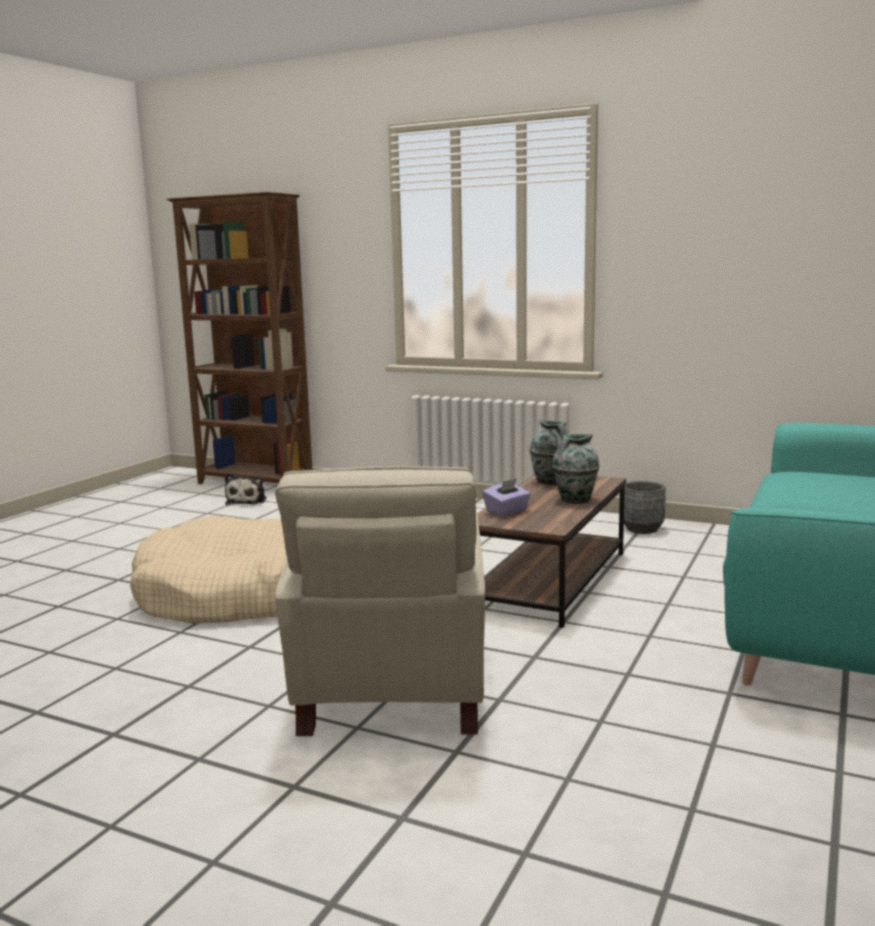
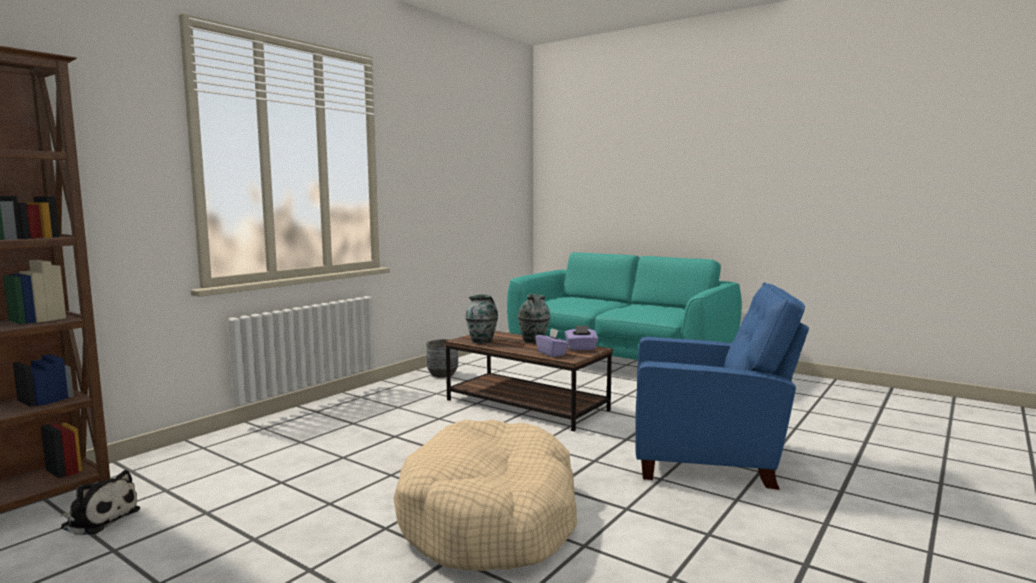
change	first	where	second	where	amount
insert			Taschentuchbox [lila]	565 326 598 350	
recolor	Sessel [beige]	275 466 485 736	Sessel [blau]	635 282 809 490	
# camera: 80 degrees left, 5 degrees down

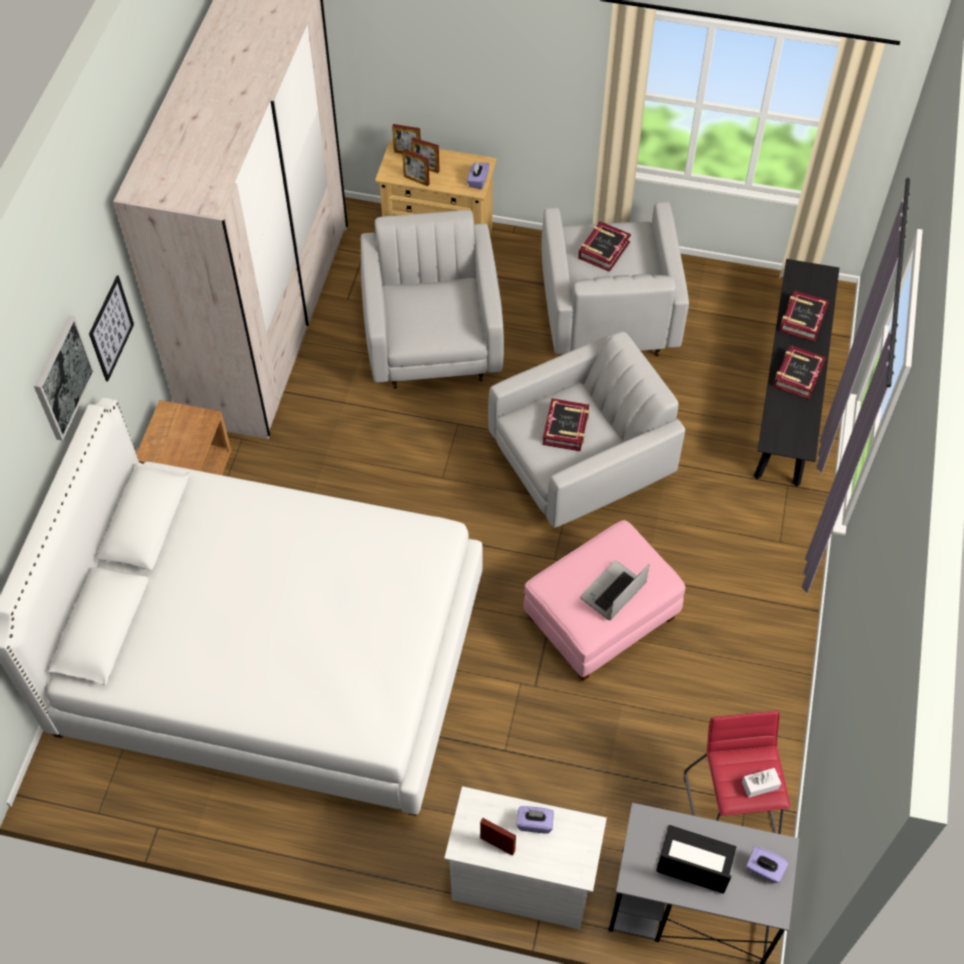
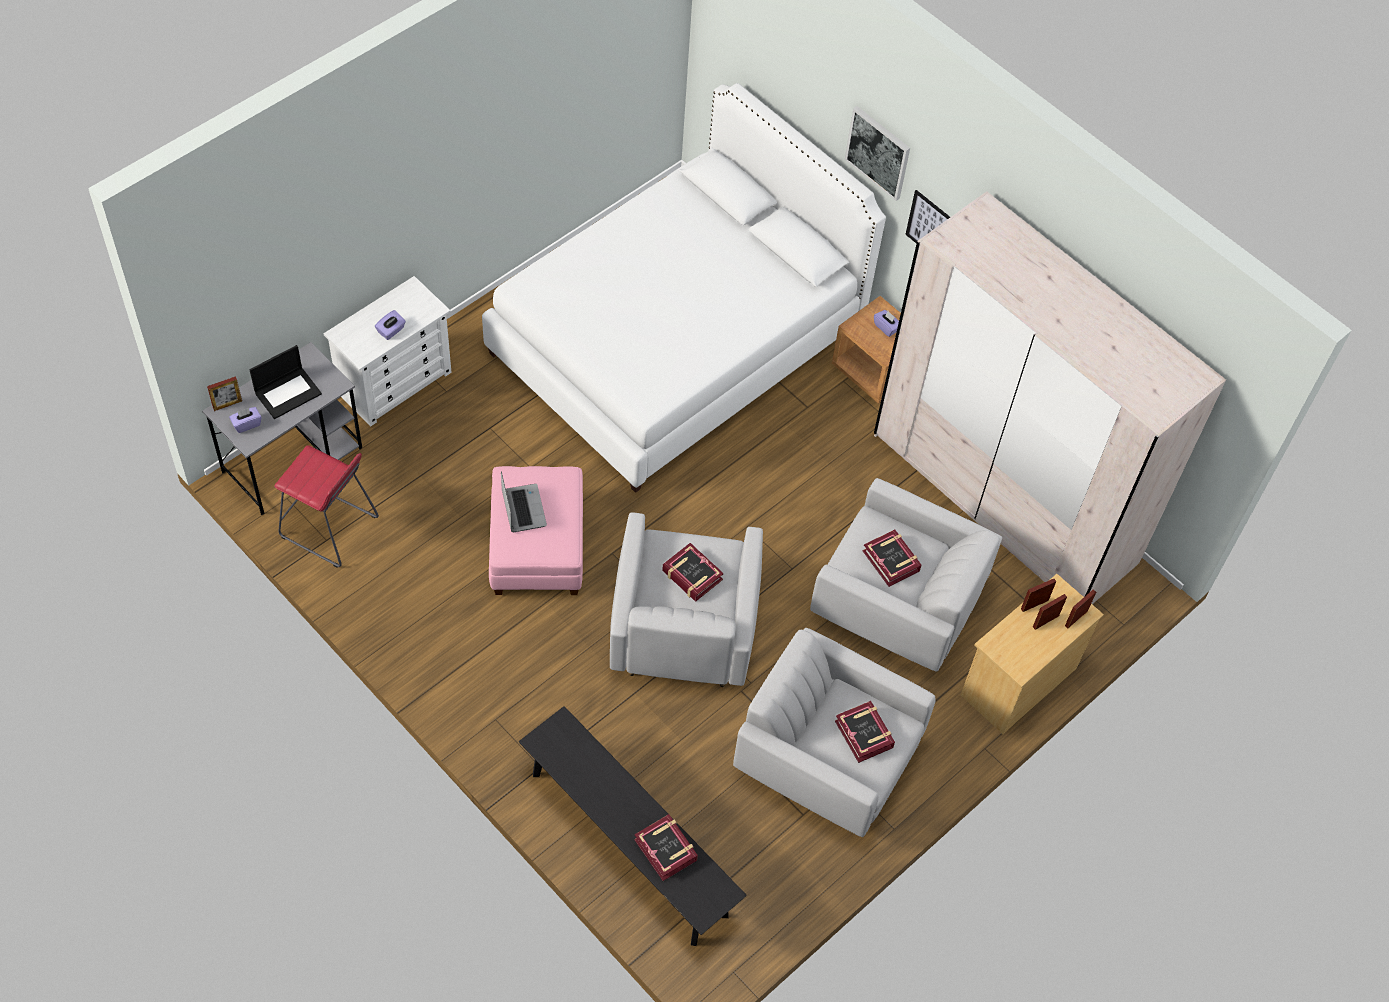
change	first	where	second	where	amount
move	Bilderrahmen	480 818 516 856		207 376 242 411	
move	Buch	773 345 826 399		863 530 922 587	
move	Taschentuchbox [lila]	467 162 489 189		874 310 899 337	
delete	Taschentuchbox [weiß]	742 768 781 798			
# camera: 120 degrees right, 0 degrees up

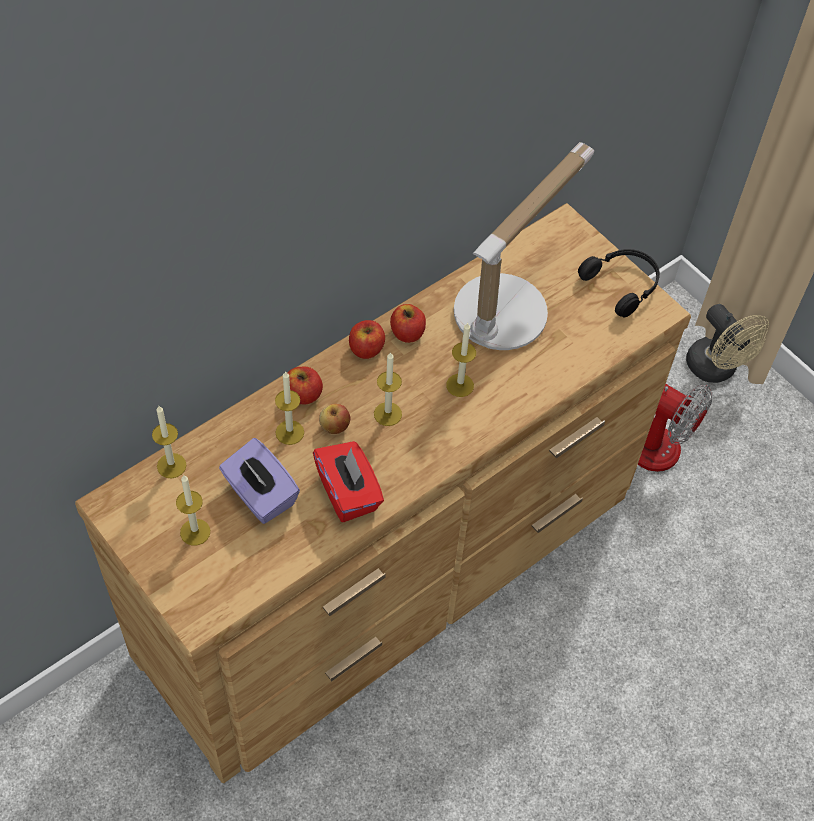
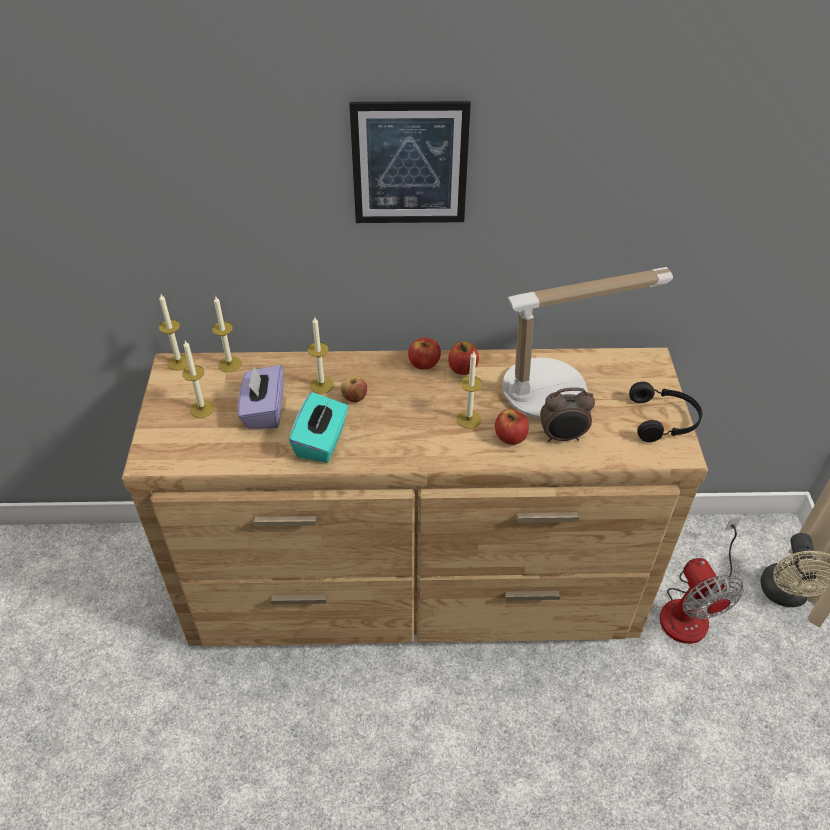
change	first	where	second	where	amount
move	Kerze	374 352 402 426		159 294 189 370	
recolor	Taschentuchbox [rot]	313 441 384 522	Taschentuchbox [türkis]	289 392 348 463	
insert			Bild	349 101 471 223	
move	Apfel	288 367 323 405		495 409 529 445	
insert			Wecker	540 387 595 442	
# camera: 40 degrees right, 10 degrees down

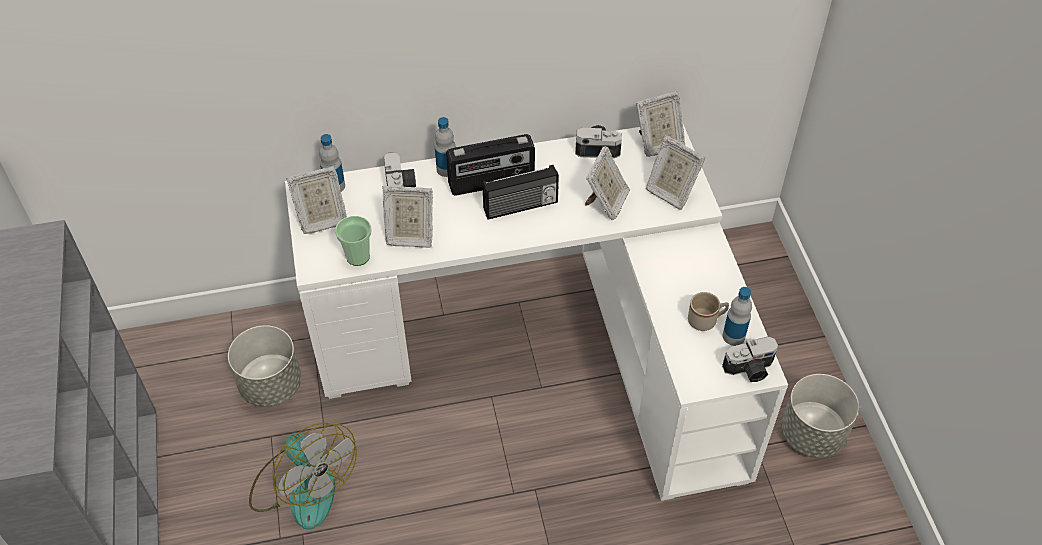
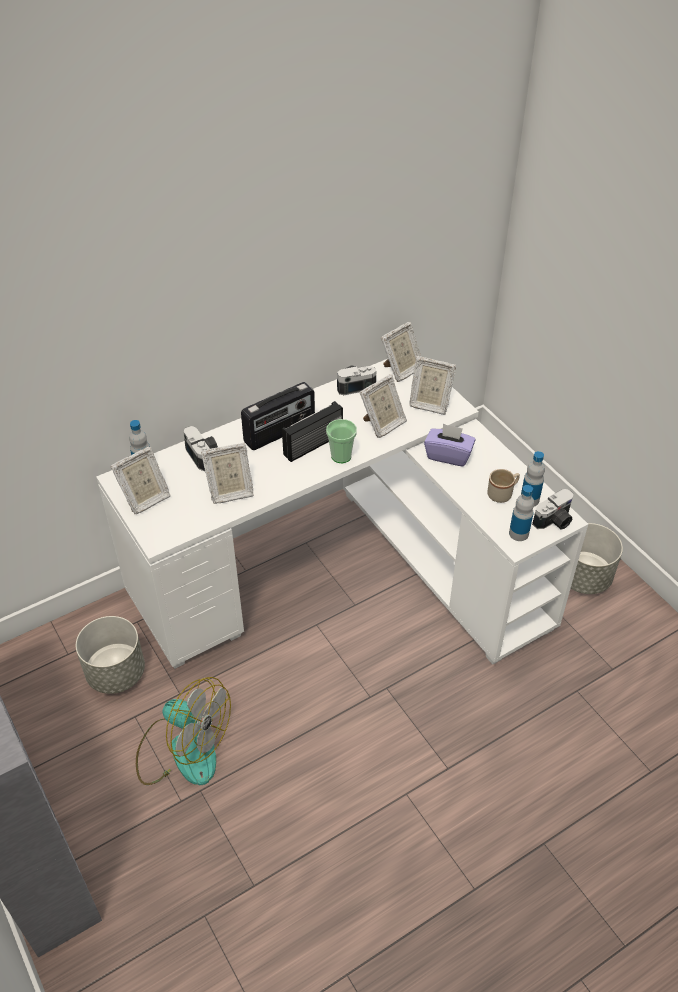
change	first	where	second	where	amount
move	Tasse	335 216 372 266		326 419 357 463	
rotate	Bilderrahmen	585 146 630 220		360 374 407 438	45 degrees clockwise
insert			Taschentuchbox [lila]	424 423 476 466	
move	Flasche	435 117 456 177		509 485 534 541	
# camera: 20 degrees left, 5 degrees down

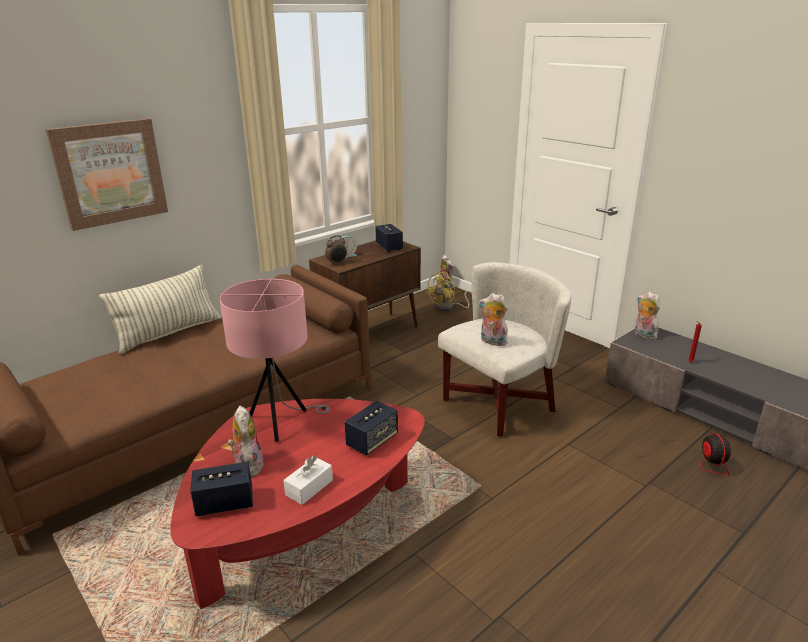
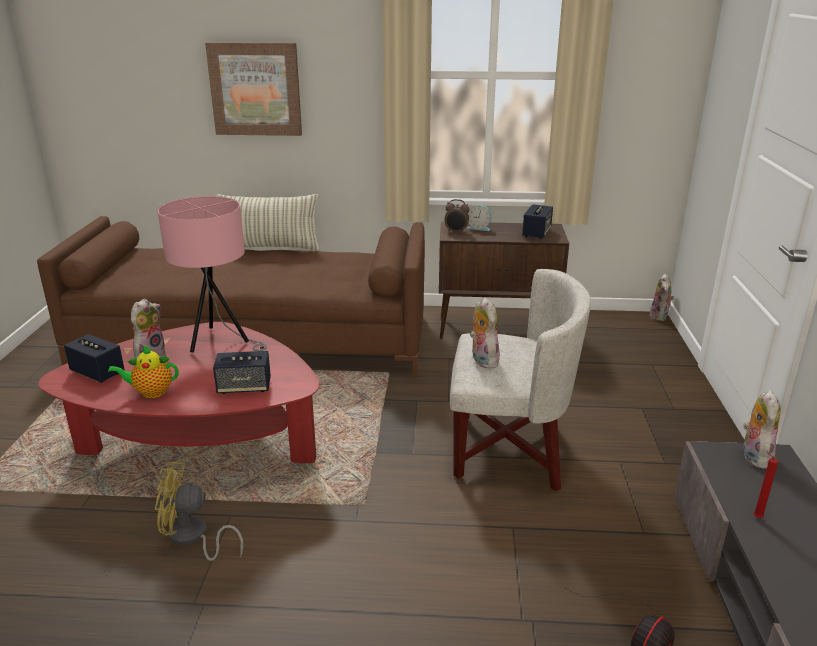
change	first	where	second	where	amount
replace	Taschentuchbox [weiß]	283 455 333 505	Teekanne	108 345 179 398	
move	Ventilator [gelb]	426 272 472 311		155 462 243 561	
# camera: 45 degrees right, 0 degrees up

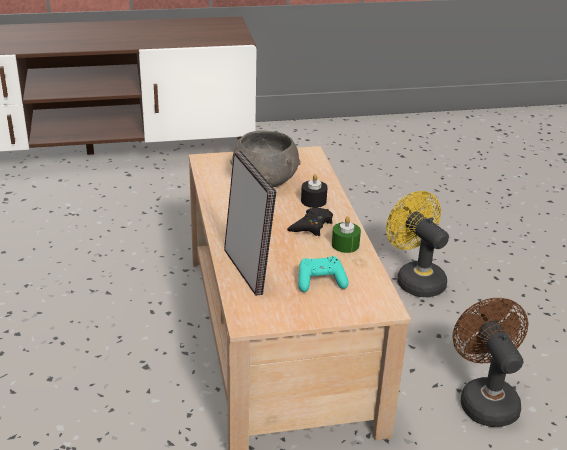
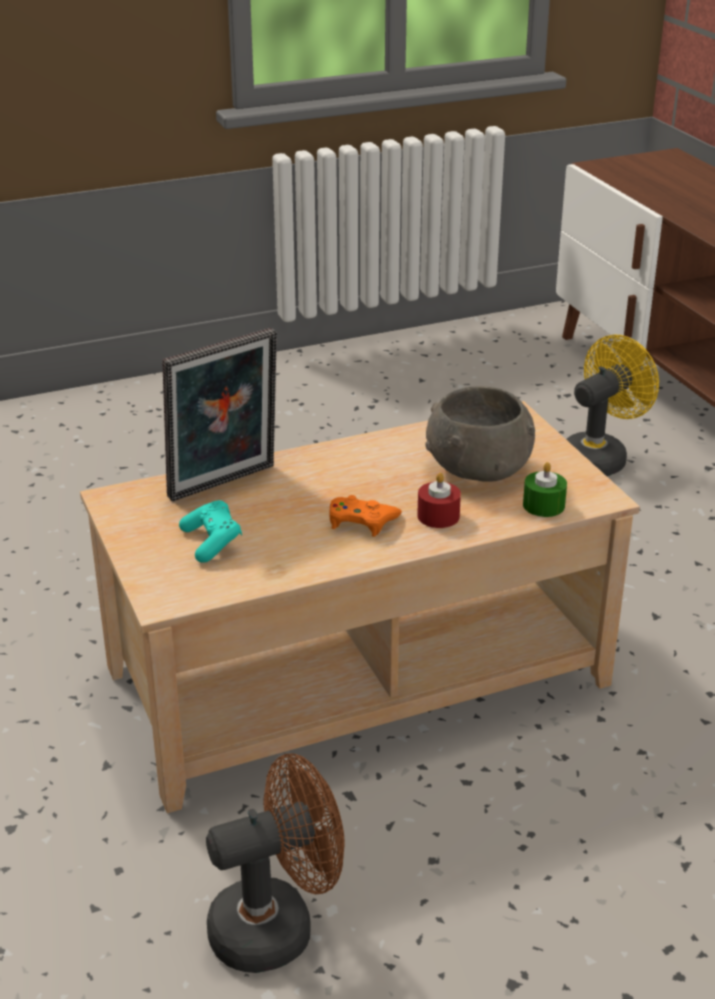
change	first	where	second	where	amount
recolor	Gamepad [schwarz]	287 208 333 236	Gamepad [orange]	329 495 402 537	
recolor	Kerze [schwarz]	301 174 327 208	Kerze [rot]	417 472 461 528	
move	Kerze [grün]	332 216 361 253		523 462 567 517	
move	Ventilator [gelb]	386 191 449 297		566 335 659 476	
# camera: 80 degrees right, 0 degrees up

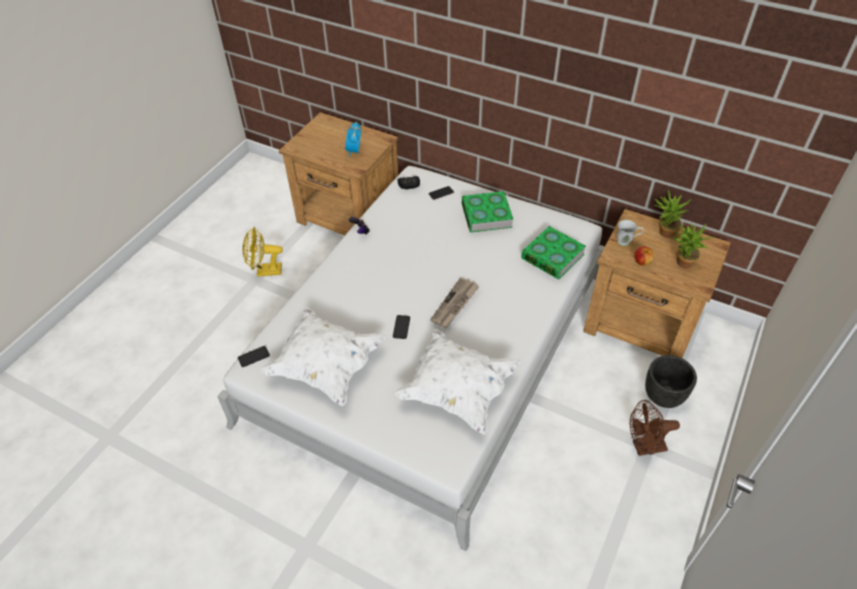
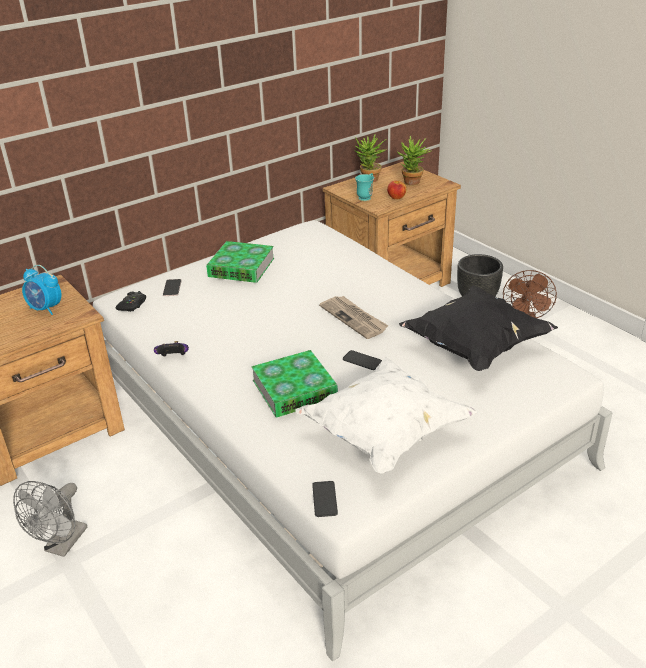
change	first	where	second	where	amount
recolor	Ventilator [gelb]	243 227 283 277	Ventilator [grau]	13 481 87 557	
move	Buch	521 226 586 280		251 350 338 418	
recolor	Henkelbecher [weiß]	617 220 644 246	Henkelbecher [türkis]	355 173 374 201	
recolor	Kissen [weiß]	394 329 521 435	Kissen [schwarz]	399 285 558 371	
# camera: 65 degrees left, 15 degrees down

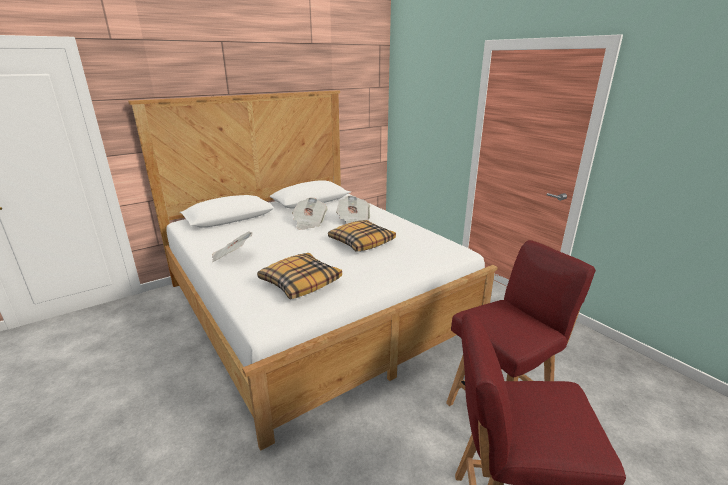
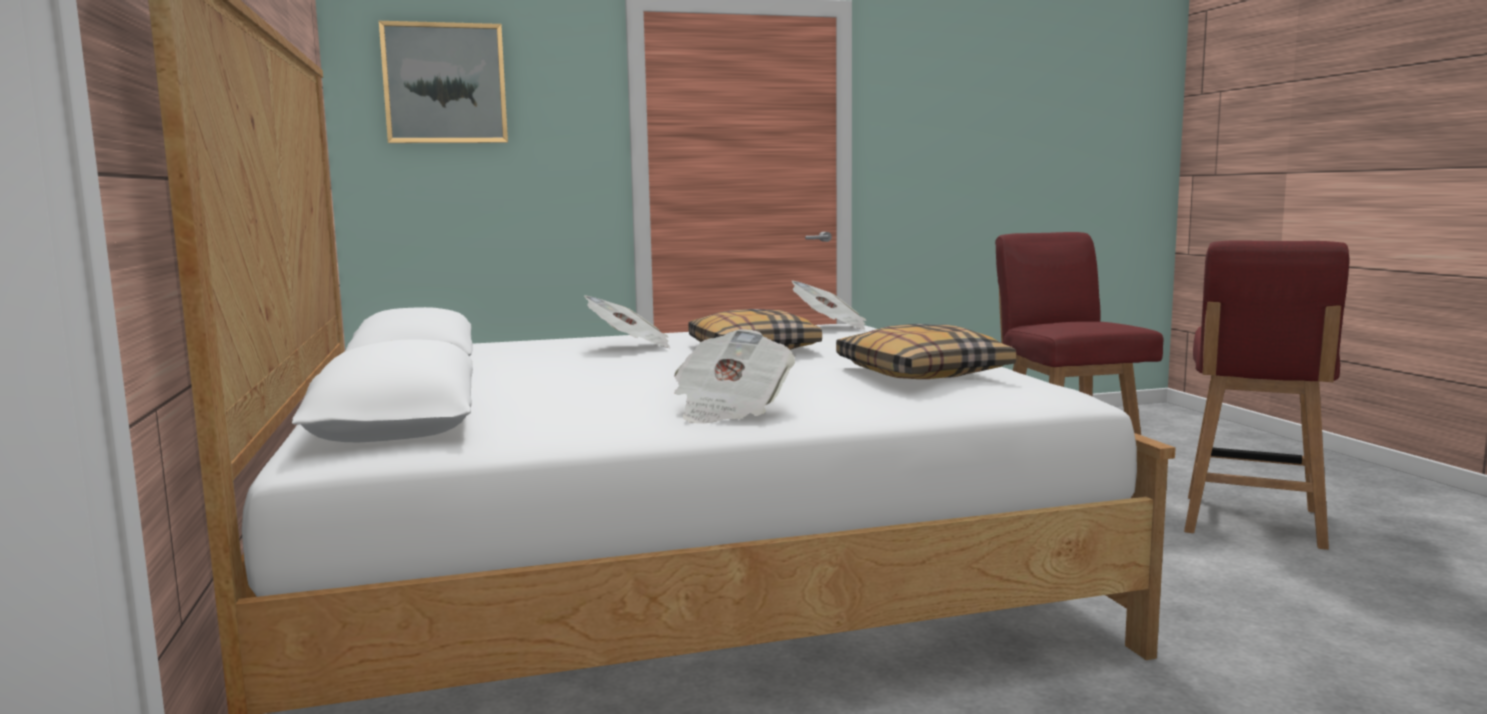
change	first	where	second	where	amount
insert			Bild	379 21 508 143	
move	Zeitung	292 197 328 230		792 281 866 330	
# camera: 70 degrees left, 15 degrees down

